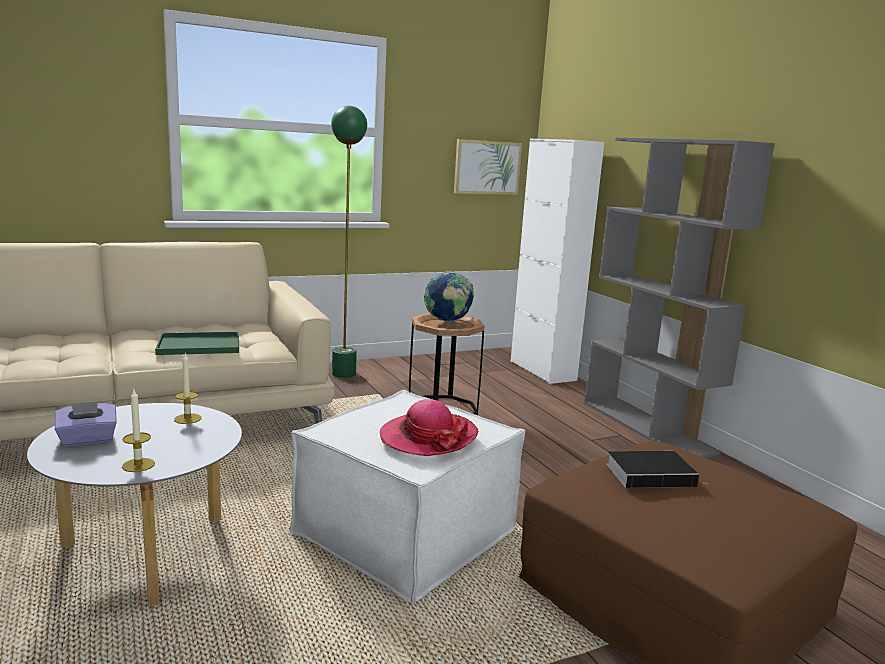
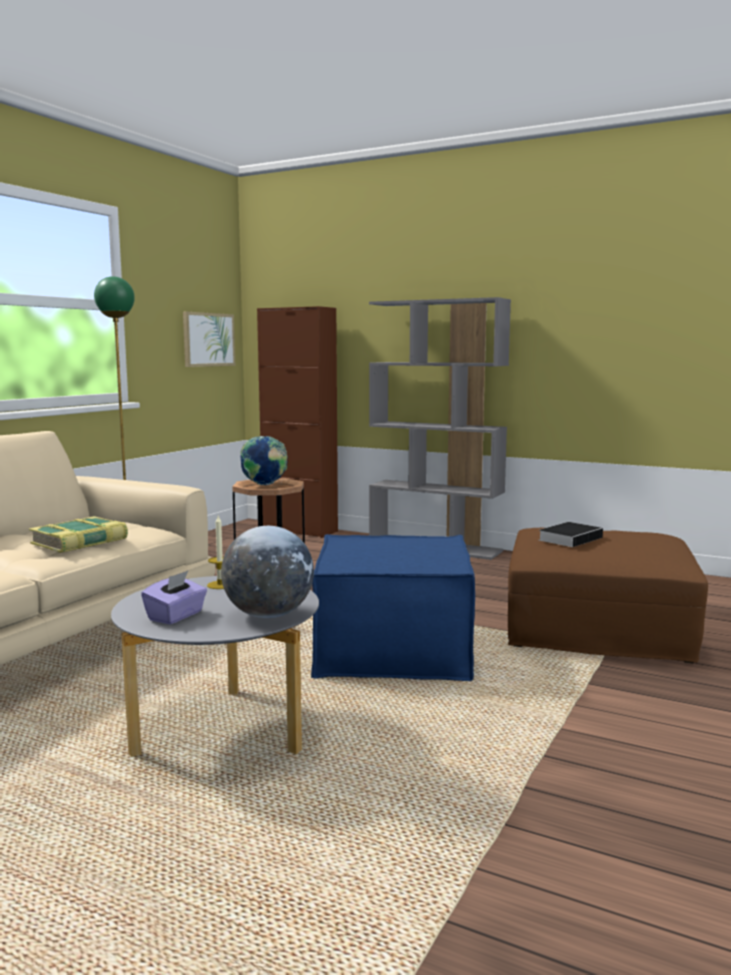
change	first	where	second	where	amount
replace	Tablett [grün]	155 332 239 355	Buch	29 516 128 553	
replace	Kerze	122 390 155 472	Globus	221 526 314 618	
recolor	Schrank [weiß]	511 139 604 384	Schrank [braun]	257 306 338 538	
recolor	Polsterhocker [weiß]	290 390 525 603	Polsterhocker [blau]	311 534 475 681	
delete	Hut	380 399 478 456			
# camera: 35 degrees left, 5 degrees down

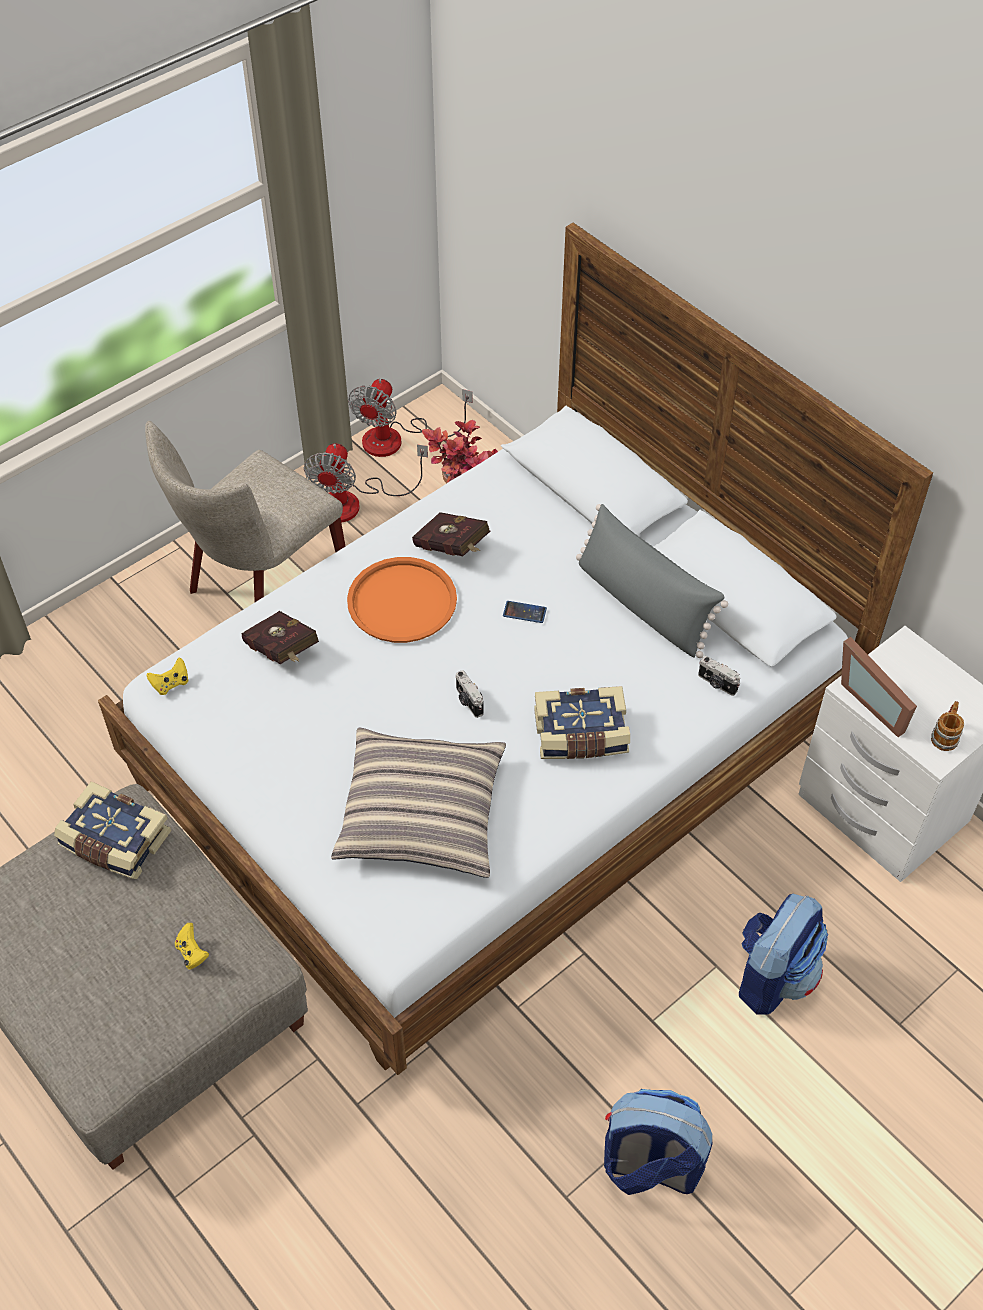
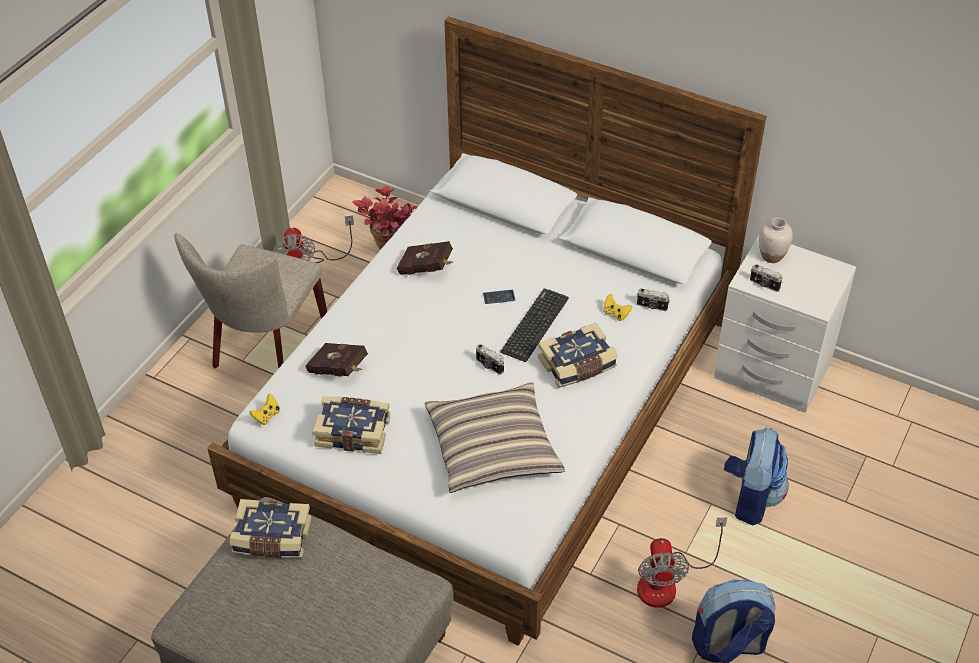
change	first	where	second	where	amount
insert			Buch	312 396 390 454	
insert			Tastatur	500 288 569 362	
move	Gamepad [gelb]	175 923 209 970		603 294 632 321	
move	Ventilator	348 379 473 457		637 518 727 608	
replace	Bilderrahmen	841 637 917 737	Kamera	750 264 783 292	
insert			Vase [weiß]	759 218 793 263	
delete	Tablett [orange]	347 557 457 643			
delete	Kissen [grau]	576 504 728 658			
delete	Henkelbecher	931 701 964 751			
# camera: 20 degrees left, 5 degrees down

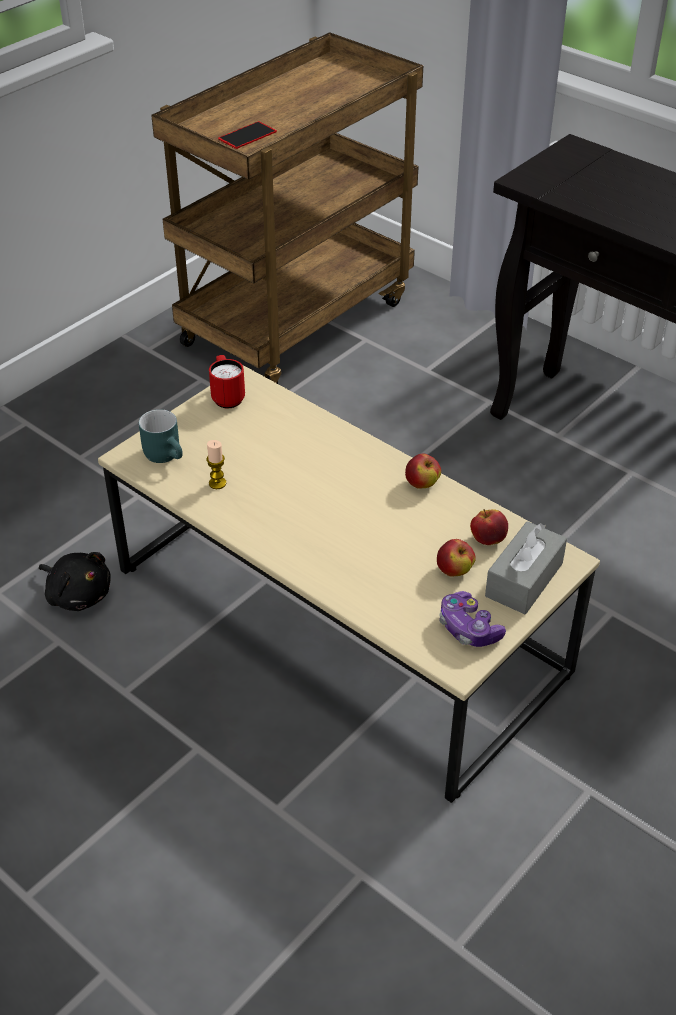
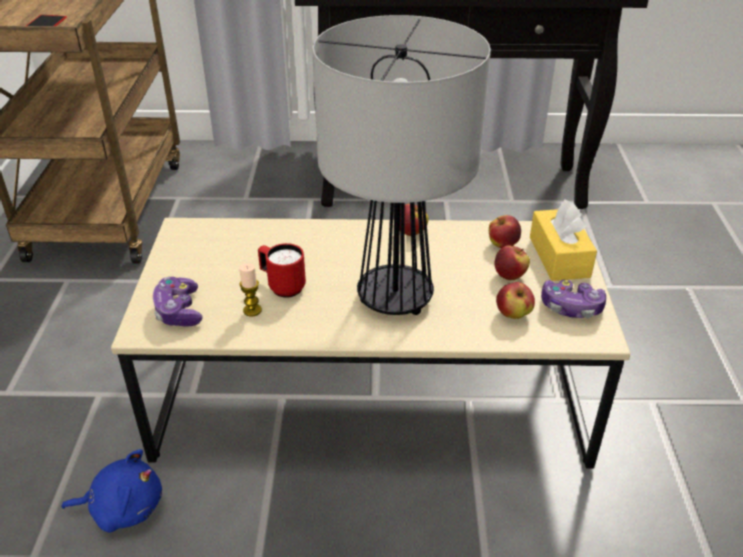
change	first	where	second	where	amount
recolor	Plüschtier [schwarz]	39 552 111 611	Plüschtier [blau]	61 449 162 532	
replace	Henkelbecher [türkis]	139 409 183 463	Gamepad	153 277 203 327	
move	Henkelbecher [rot]	209 355 245 408		258 243 306 298	
insert			Tischlampe	312 15 491 315	
insert			Apfel	496 282 535 319	
recolor	Taschentuchbox [grau]	485 521 567 614	Taschentuchbox [gelb]	530 199 597 281	
# camera: 40 degrees left, 5 degrees down

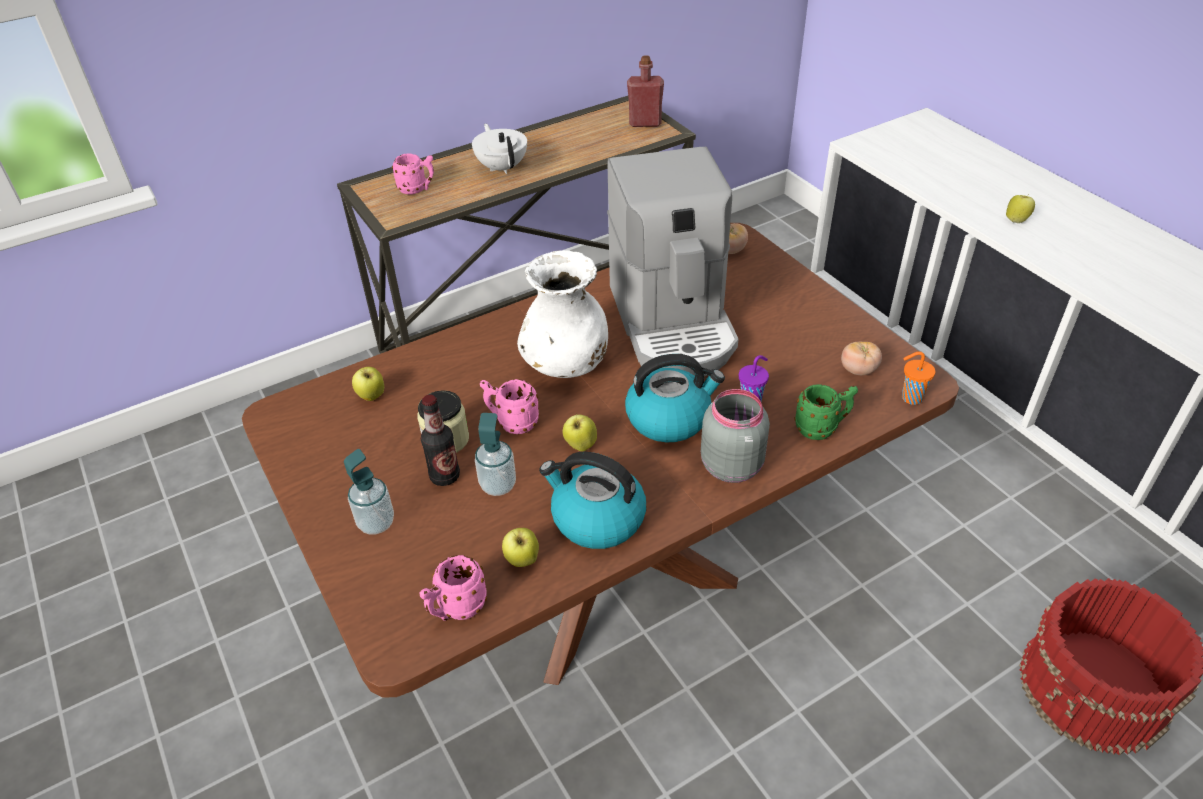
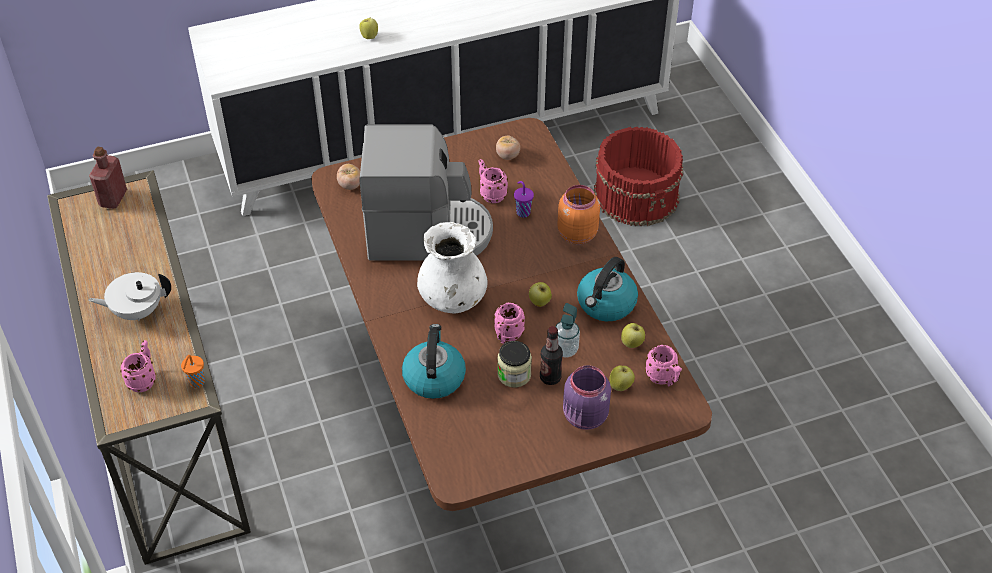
change	first	where	second	where	amount
move	Tasse [orange]	902 352 935 405		181 355 205 388	
move	Wasserkessel	625 354 725 442		402 324 466 399	
insert			Henkelbecher [rosa]	478 159 508 203	
recolor	Vorratsglas [grau]	701 389 770 483	Vorratsglas [orange]	557 185 600 244	
replace	Seifenspender	344 449 394 535	Vorratsglas [lila]	563 365 611 430	
move	Apfel	352 367 384 401		609 365 635 391	
delete	Henkelbecher [grün]	794 384 858 440			
# camera: 80 degrees left, 5 degrees up

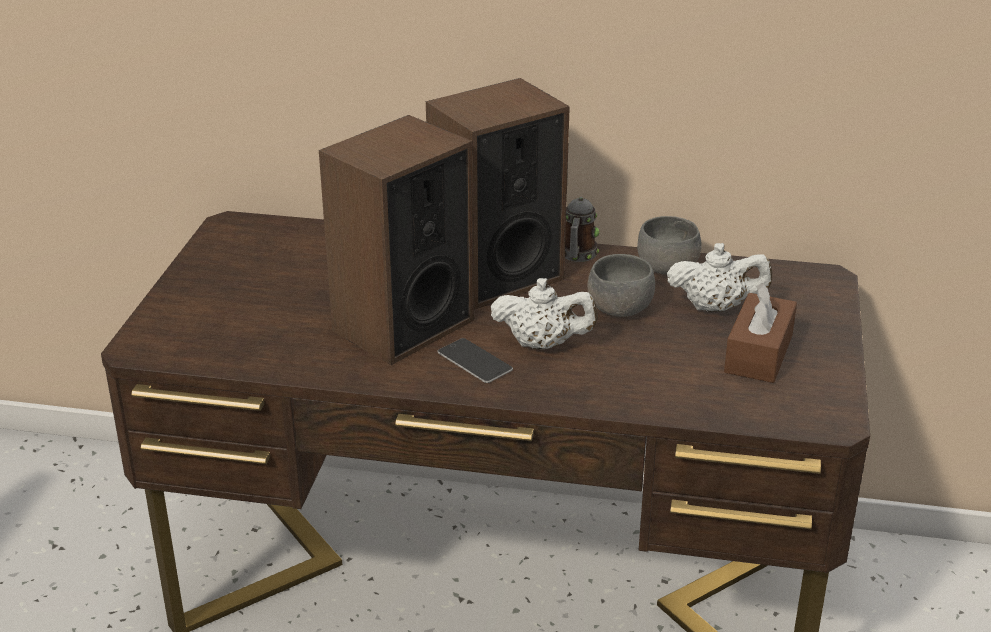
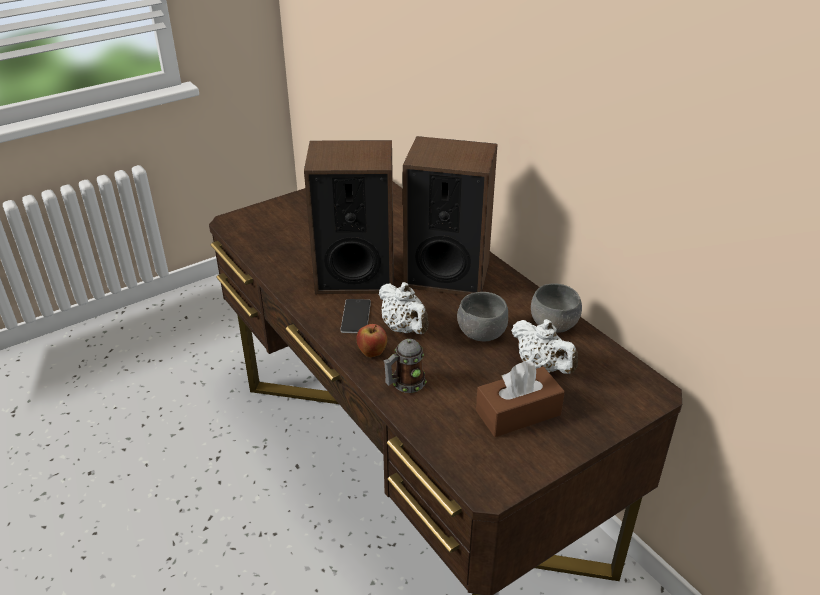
change	first	where	second	where	amount
insert			Apfel	356 324 387 357	
move	Henkelbecher	565 197 599 262		384 339 427 393	
# camera: 45 degrees right, 5 degrees up

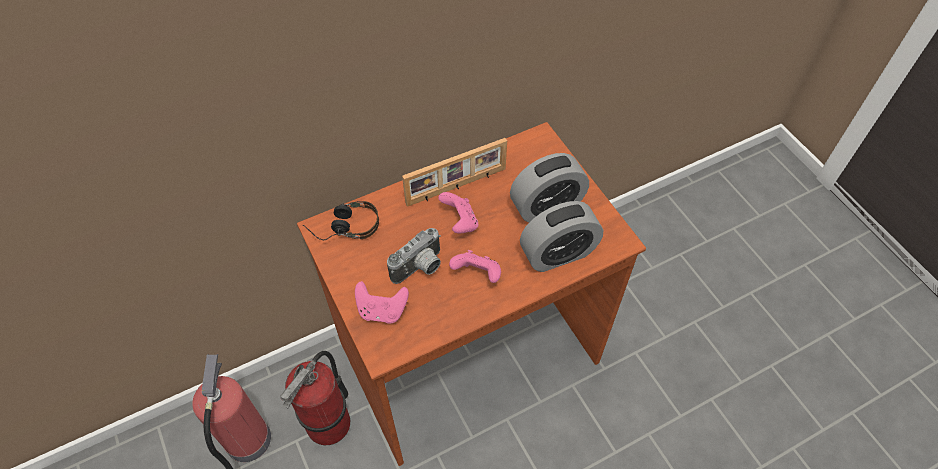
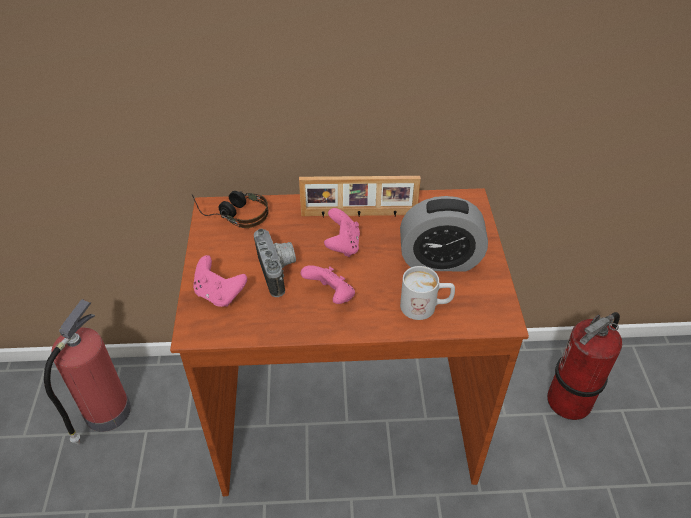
change	first	where	second	where	amount
rotate	Kamera	387 228 441 284		254 228 296 297	90 degrees counterclockwise
replace	Wecker	520 201 603 272	Henkelbecher [weiß]	400 266 455 320	
move	Feuerlöscher	280 351 350 445		547 312 622 420	
# camera: 25 degrees right, 10 degrees down

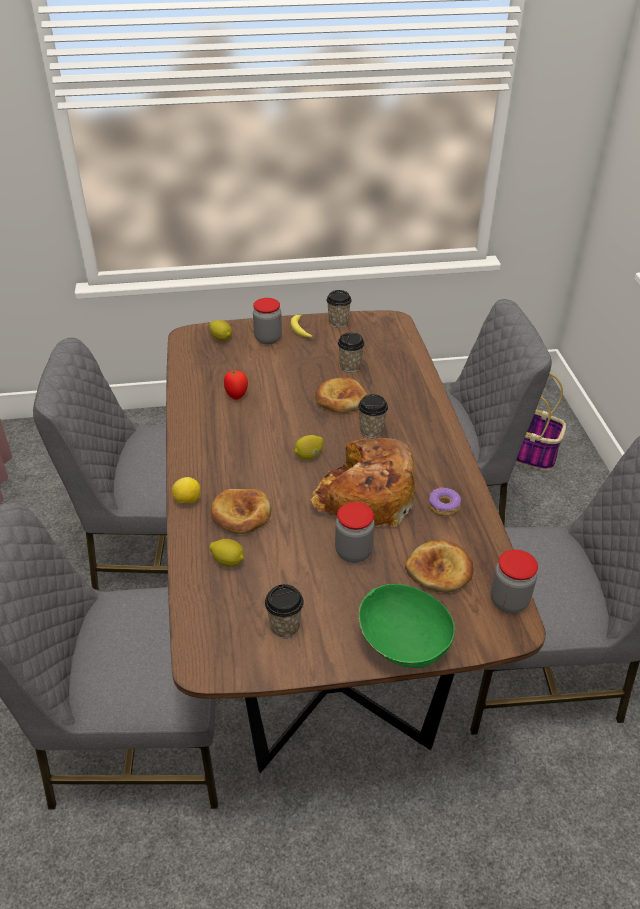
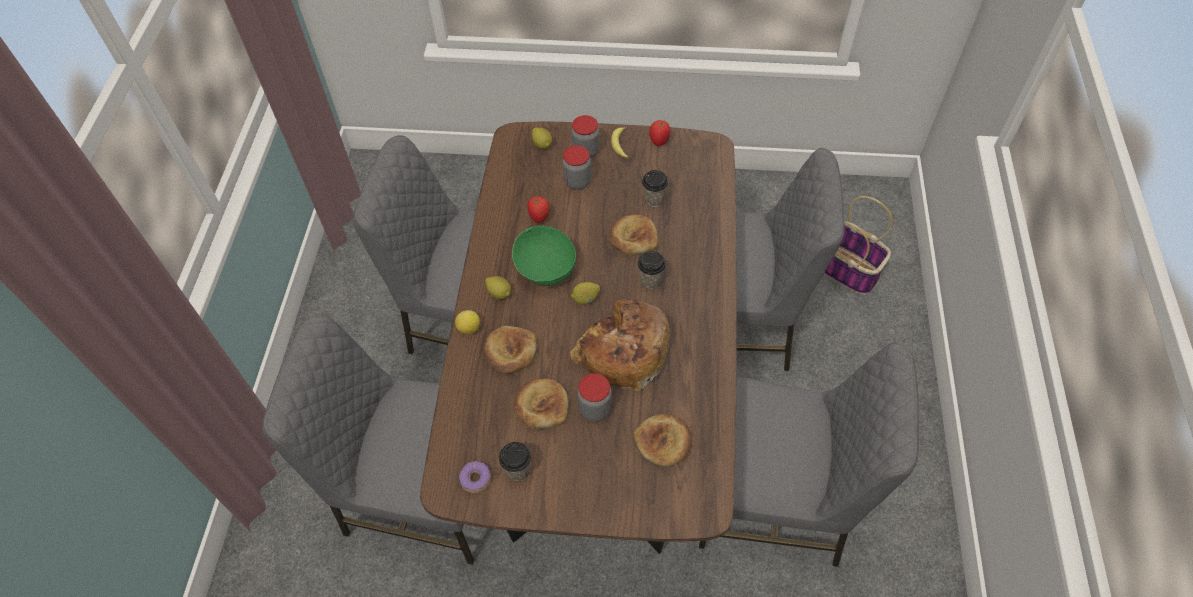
change	first	where	second	where	amount
move	Donut	428 487 461 516		459 461 491 493	
move	Zitrone	209 539 244 567		485 276 511 299	
move	Schüssel [grün]	359 584 455 668		512 225 576 286	
insert			Brot	513 379 569 430	
move	Vorratsglas	490 549 538 613		562 145 591 190	
replace	Tasse	326 290 352 328	Tomate	649 120 670 146	
# camera: 15 degrees right, 15 degrees up

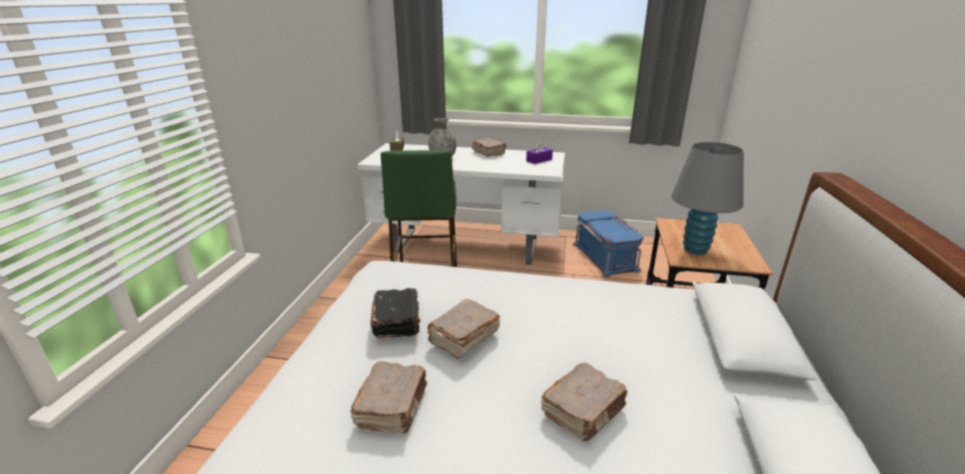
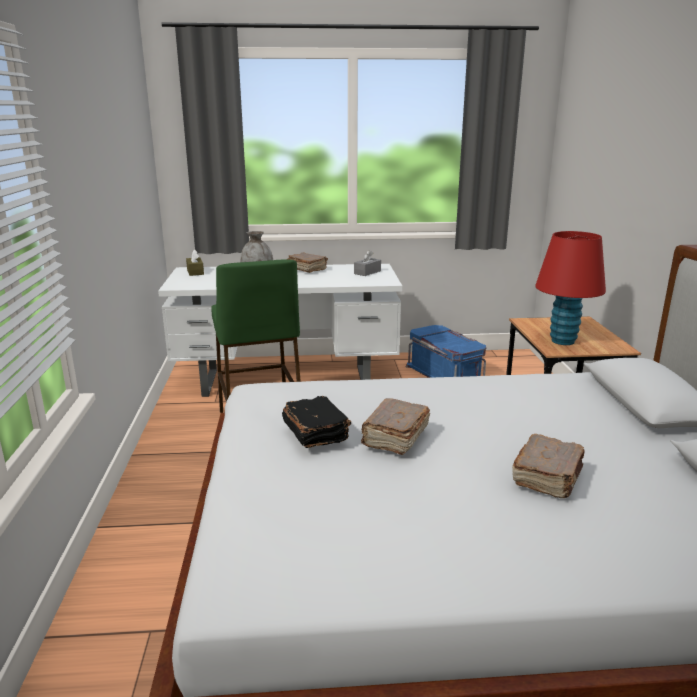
change	first	where	second	where	amount
recolor	Taschentuchbox [lila]	526 141 553 164	Taschentuchbox [grau]	354 250 381 276	
recolor	Tischlampe [grau]	671 142 744 255	Tischlampe [rot]	535 231 606 345	
delete	Buch [braun]	350 361 427 434			
# camera: 15 degrees left, 5 degrees down

